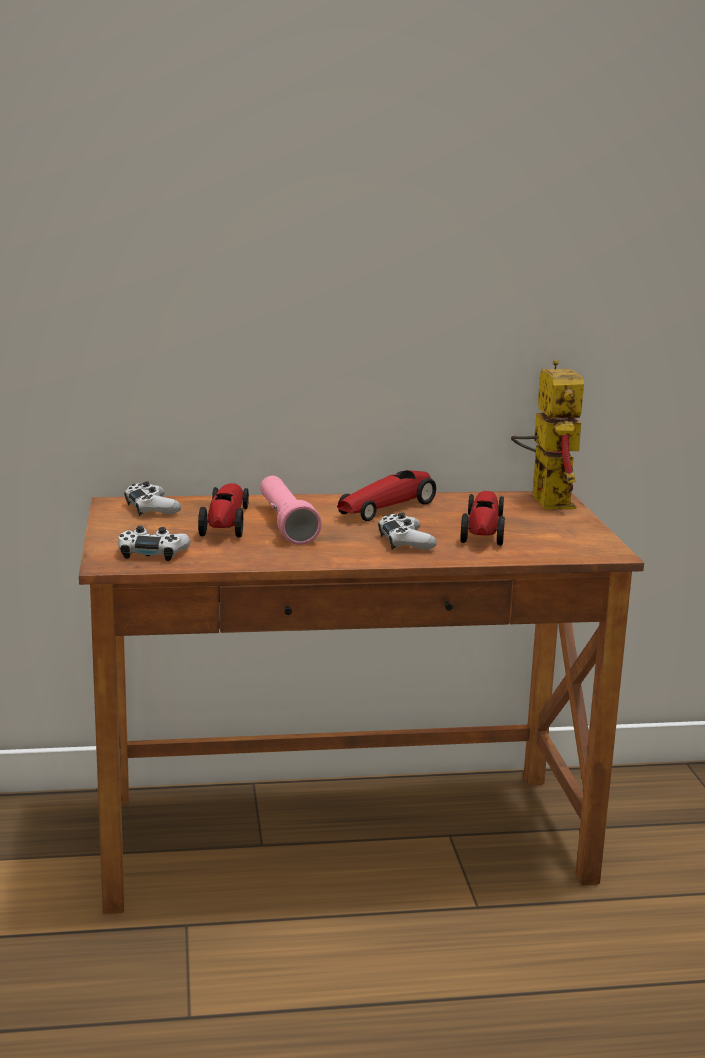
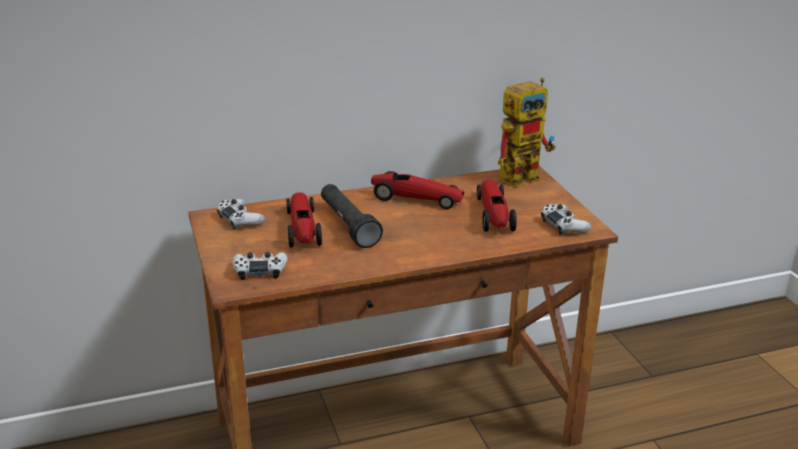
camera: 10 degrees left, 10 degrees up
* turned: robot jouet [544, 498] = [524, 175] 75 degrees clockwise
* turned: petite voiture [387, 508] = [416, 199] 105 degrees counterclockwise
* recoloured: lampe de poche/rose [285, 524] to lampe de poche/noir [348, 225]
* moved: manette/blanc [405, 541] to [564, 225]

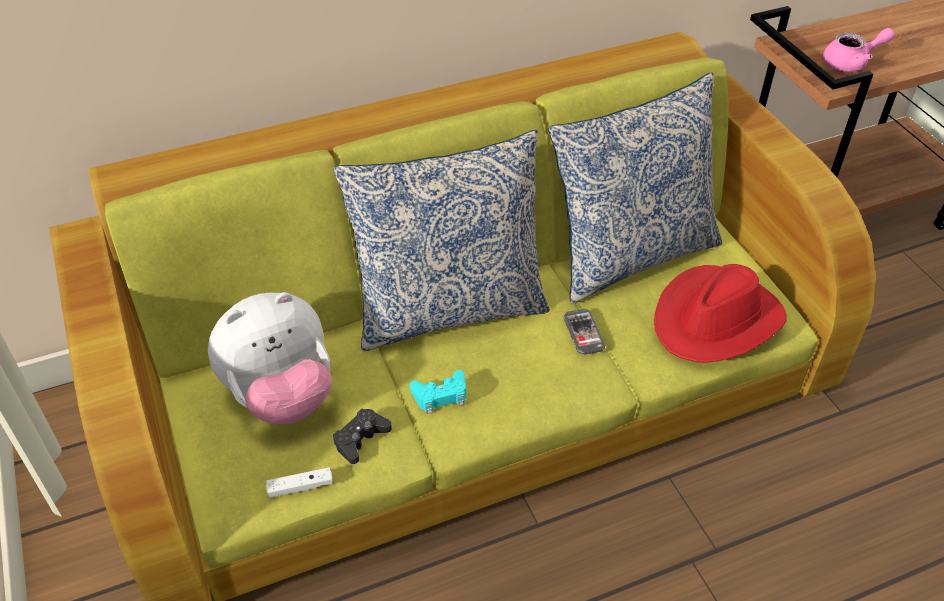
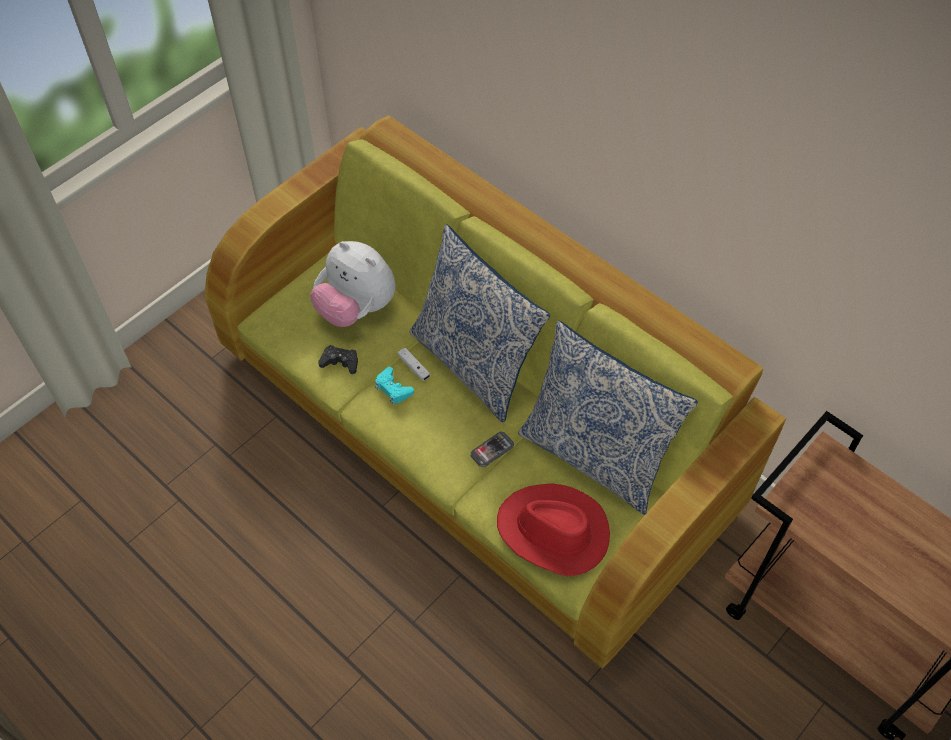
camera: 65 degrees right, 10 degrees up
* removed: théière/rose [851, 63]
* moved: manette/blanc [300, 487] to [414, 367]

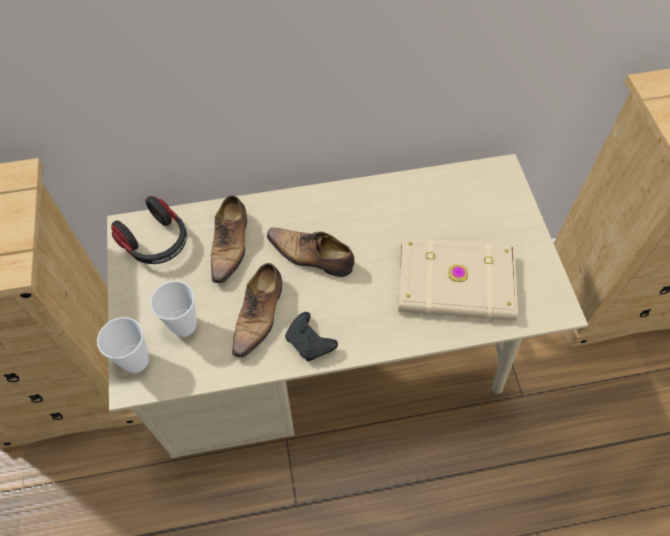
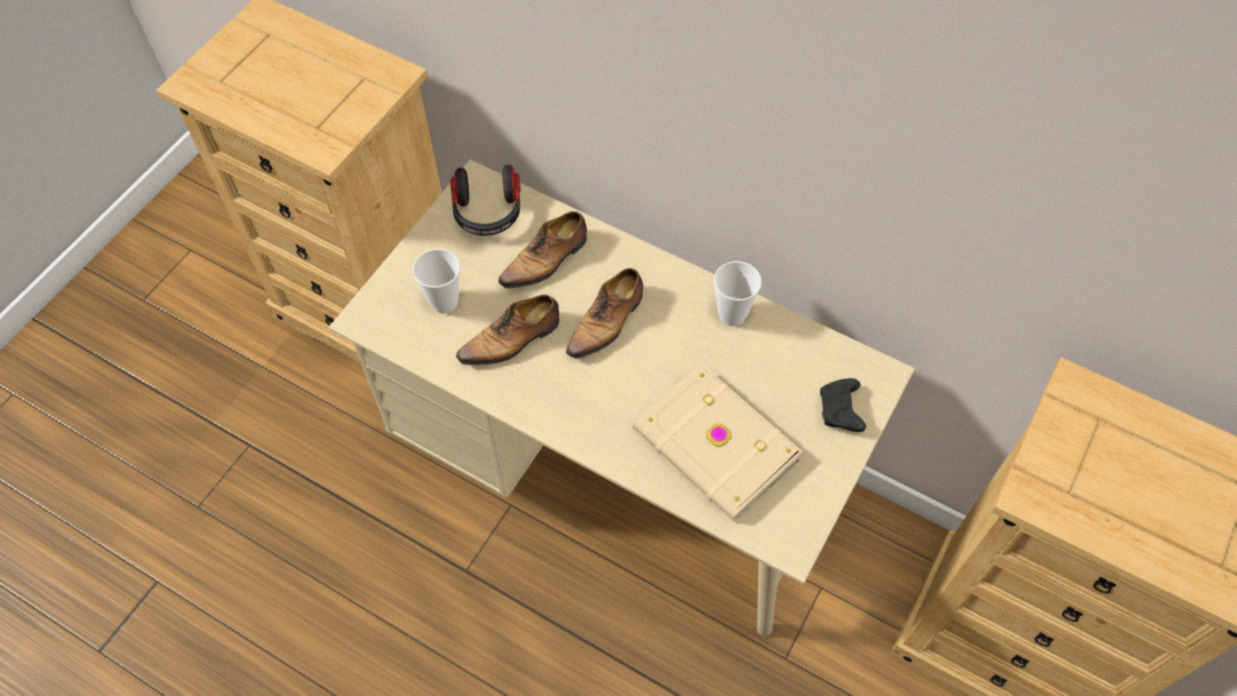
camera: 40 degrees right, 0 degrees up
* turned: chaussure [311, 256] = [607, 322] 120 degrees counterclockwise
* moved: manette/noir [310, 342] to [841, 411]
* moved: tasse [136, 361] to [732, 314]

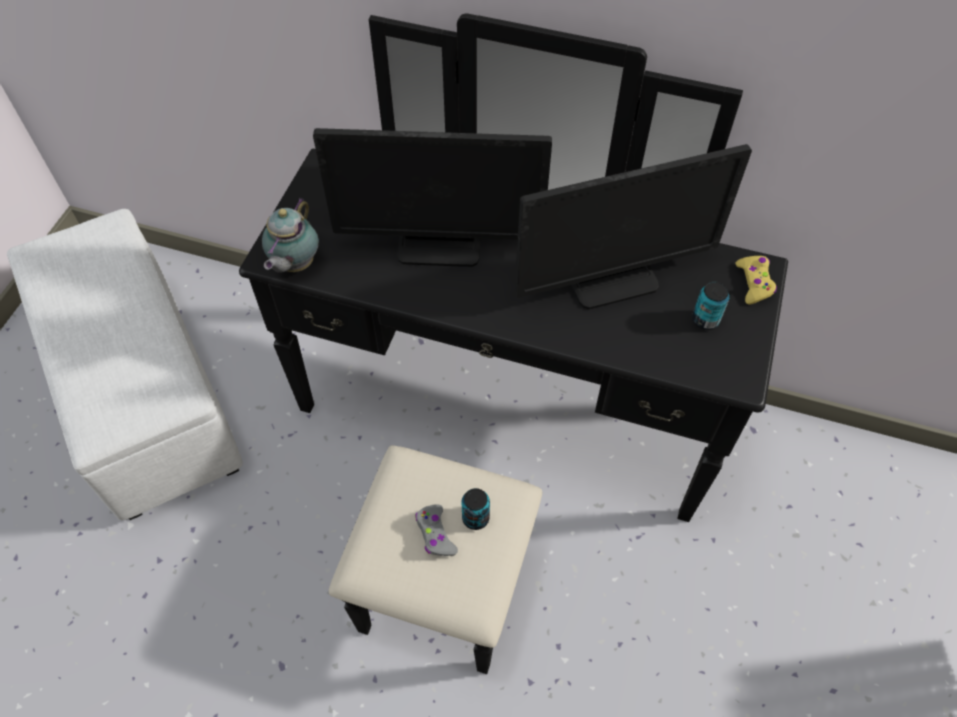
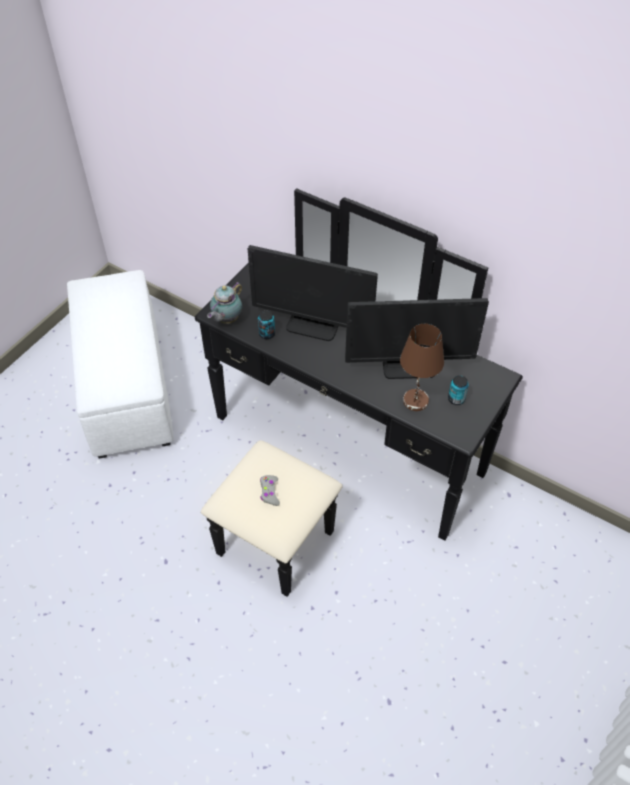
camera: 15 degrees right, 5 degrees down
* removed: manette/jaune [754, 283]
* moved: boîte métallique [475, 518] to [267, 334]
* added: lampe de table/marron [416, 401]

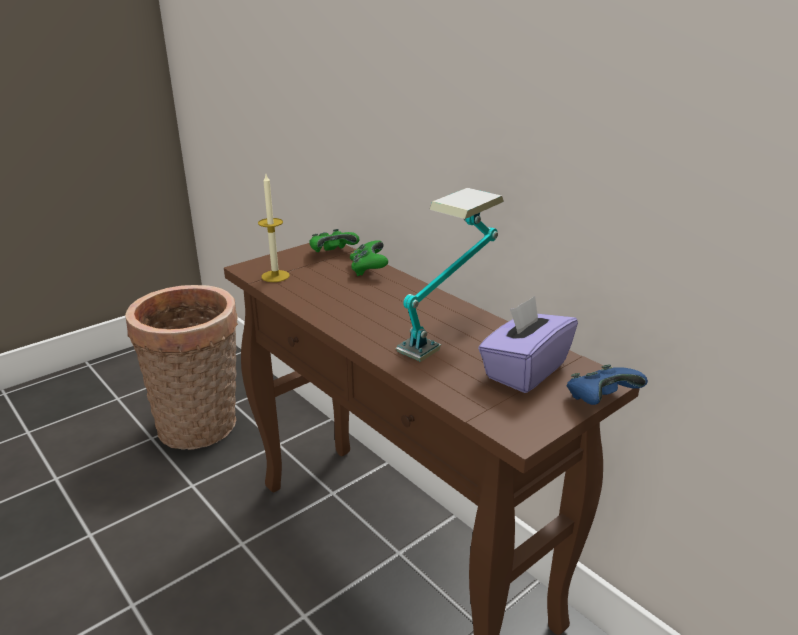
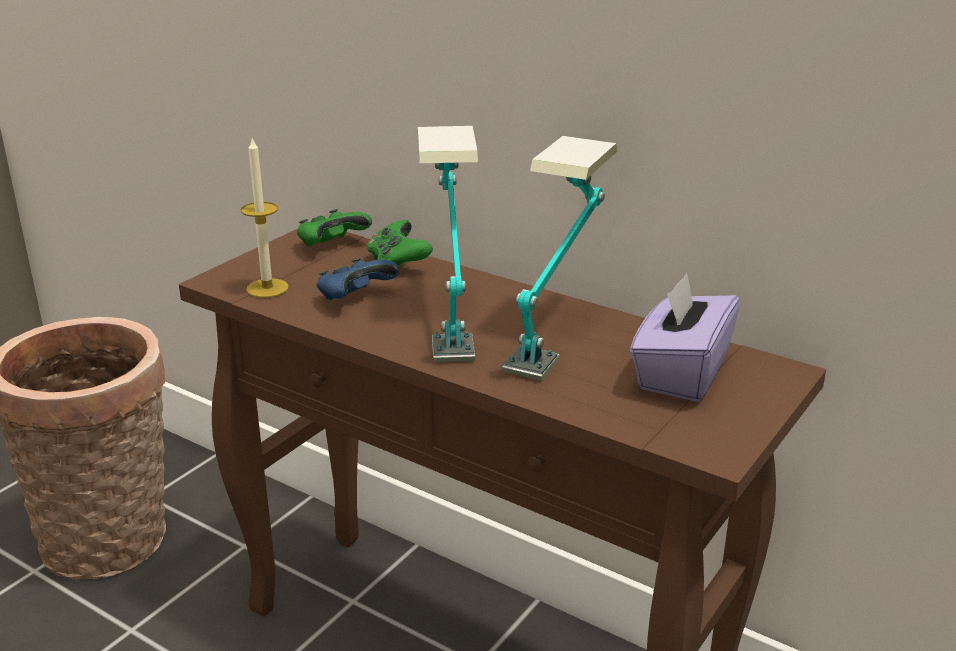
camera: 15 degrees left, 0 degrees up
* moved: manette/bleu [600, 400] to [355, 298]
* added: lampe de table [450, 319]

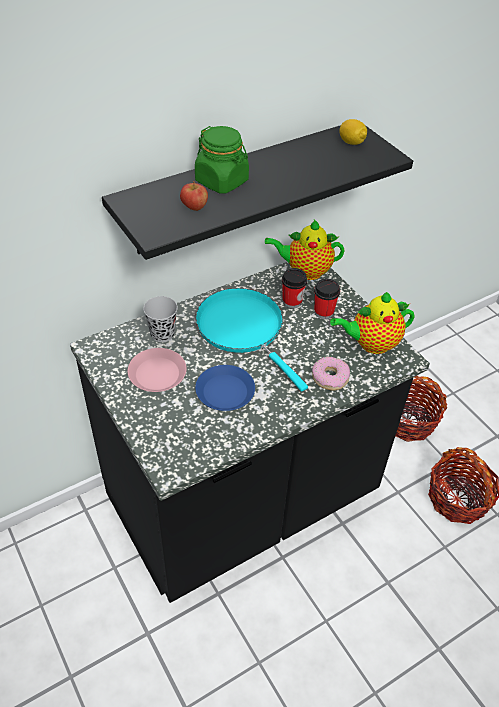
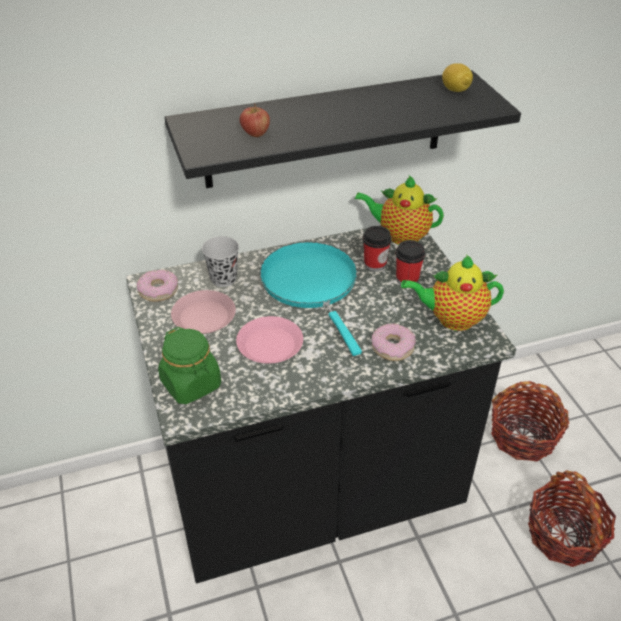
camera: 15 degrees right, 5 degrees down
* moved: bocal/vert [222, 181] to [191, 384]
* recoloured: assiette/bleu [225, 392] to assiette/rose [269, 345]
* added: beignet [158, 290]

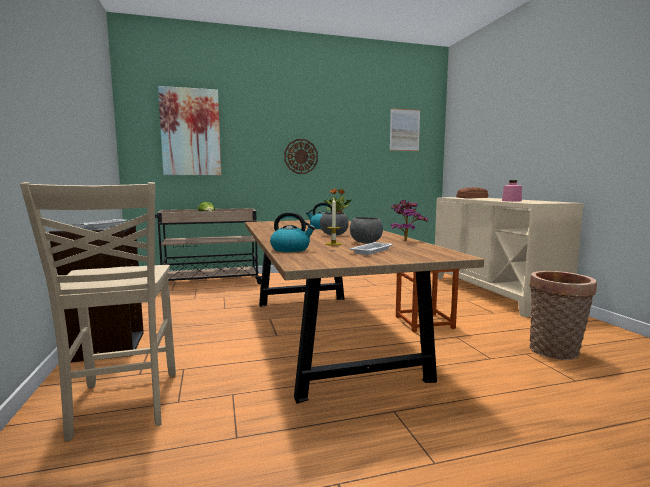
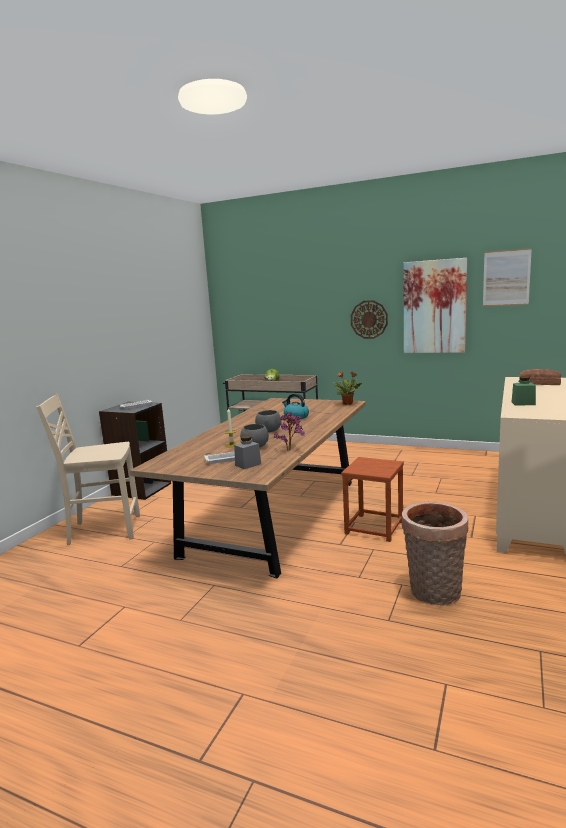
camera: 40 degrees right, 5 degrees up
* moved: tableau [190, 132] to [434, 307]
* recoloured: bocal/rose [511, 201] to bocal/vert [523, 403]
* turned: chaise/beige [123, 405] = [103, 530] 60 degrees clockwise
* removed: bouilloire [291, 249]
* added: bocal/gris [248, 464]

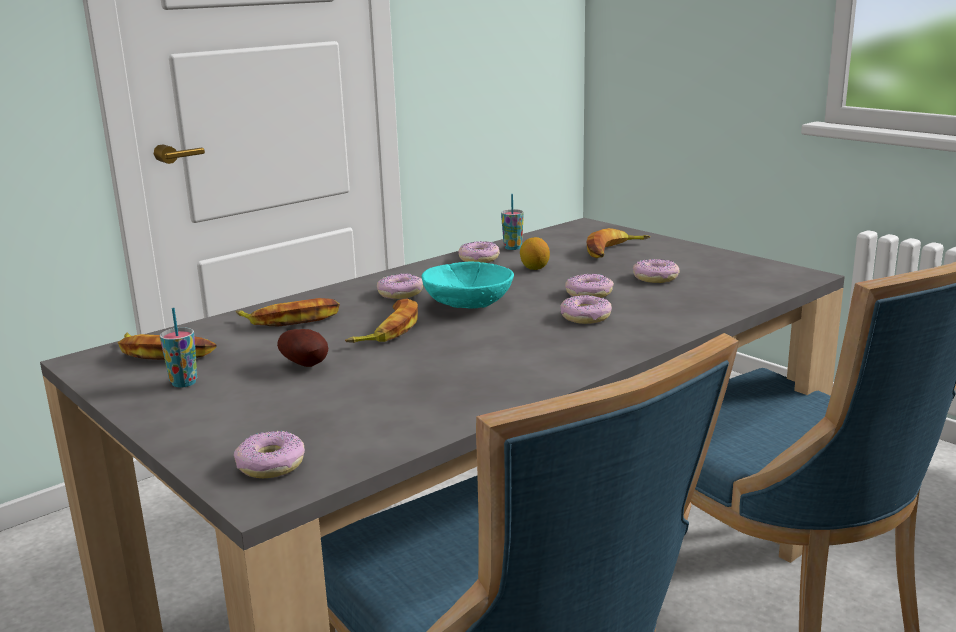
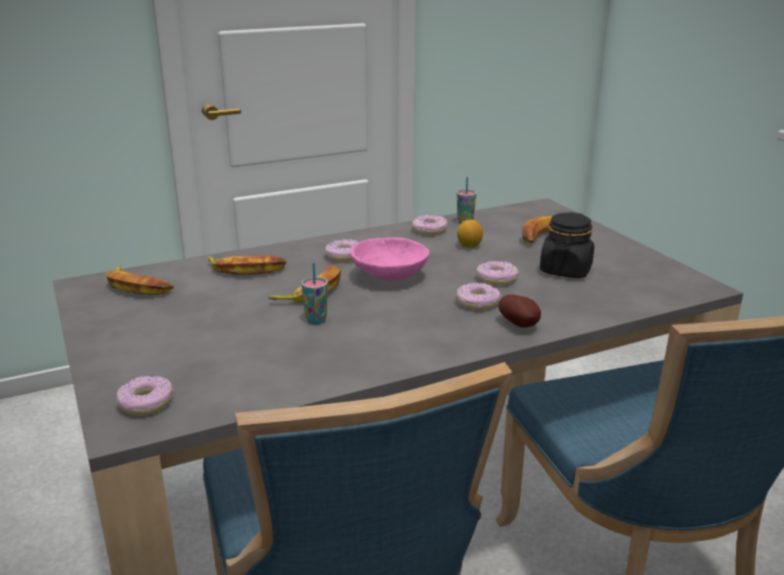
camera: 15 degrees right, 5 degrees up
* replaced: beignet [655, 278] to bocal/noir [565, 270]
* recoloured: bol/turquoise [468, 307] to bol/rose [388, 277]
* moved: tasse [184, 383] to [316, 320]
* moved: pomme de terre [307, 365] to [520, 325]

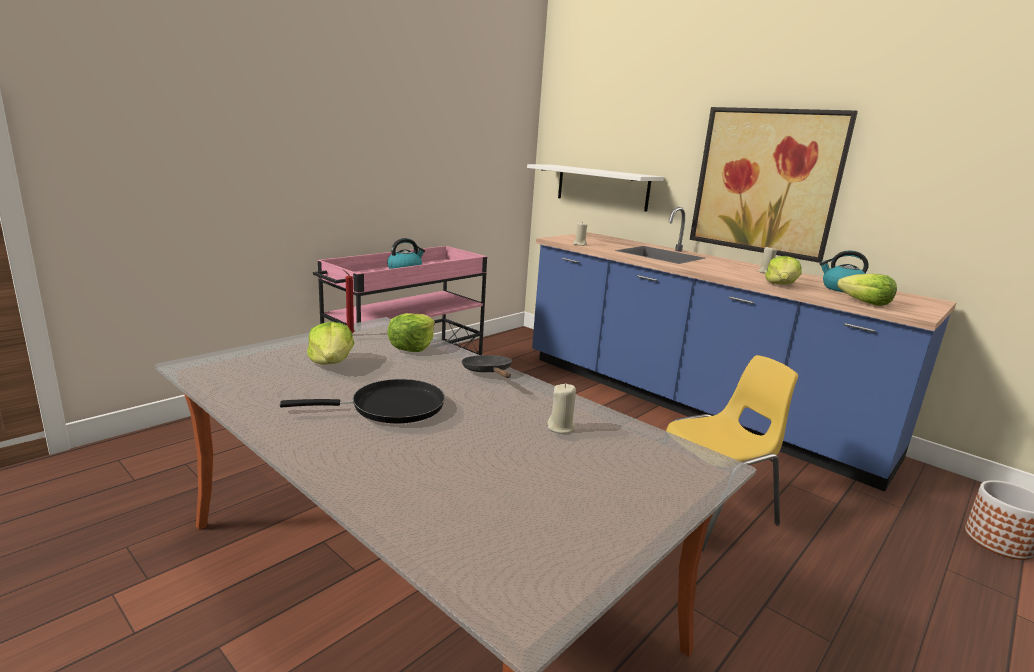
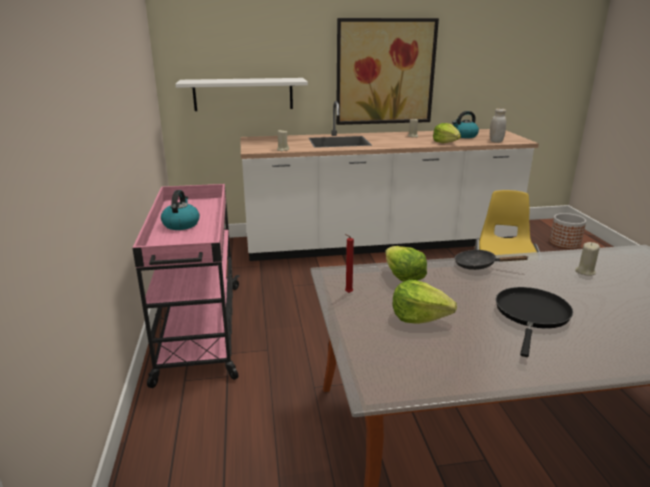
camera: 50 degrees left, 5 degrees up
* recoloured: comptoir de cuisine/bleu [691, 405] to comptoir de cuisine/blanc [380, 244]
* replaced: laitue [865, 303] to bocal/blanc [496, 141]

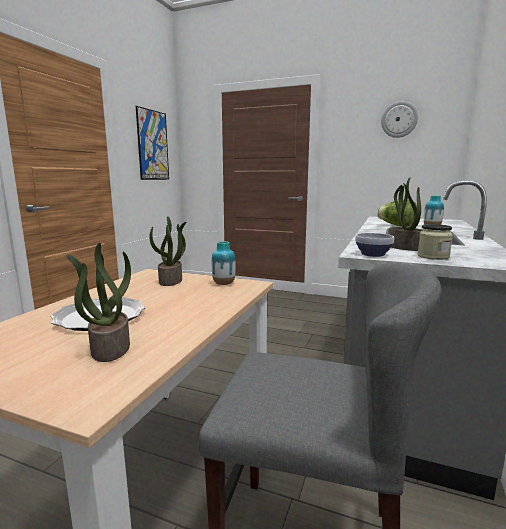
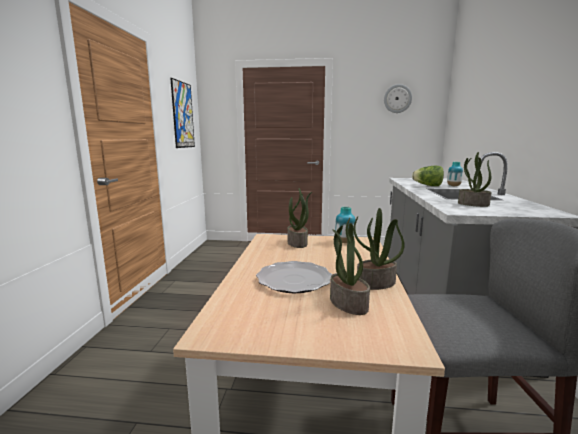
camera: 15 degrees left, 0 degrees up
* removed: bocal [433, 256]
* removed: bol [373, 254]
* added: plante en pot [376, 284]

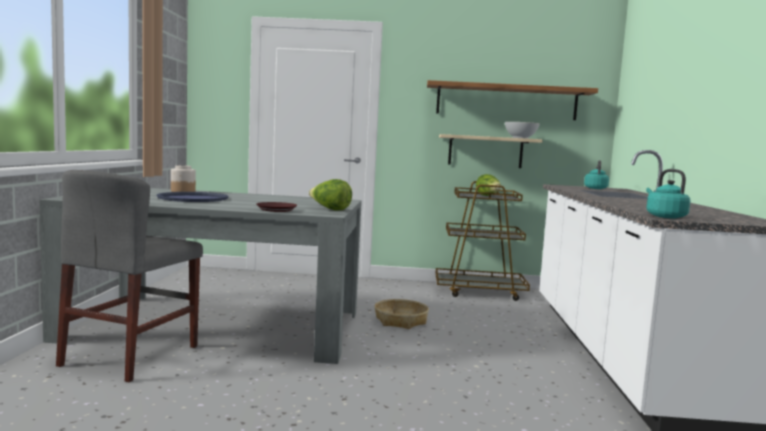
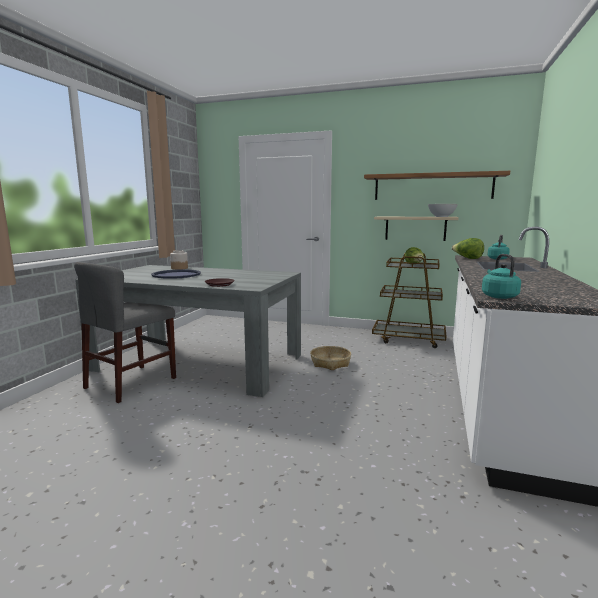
camera: 15 degrees right, 5 degrees up
* moved: laitue [330, 209] to [467, 258]

